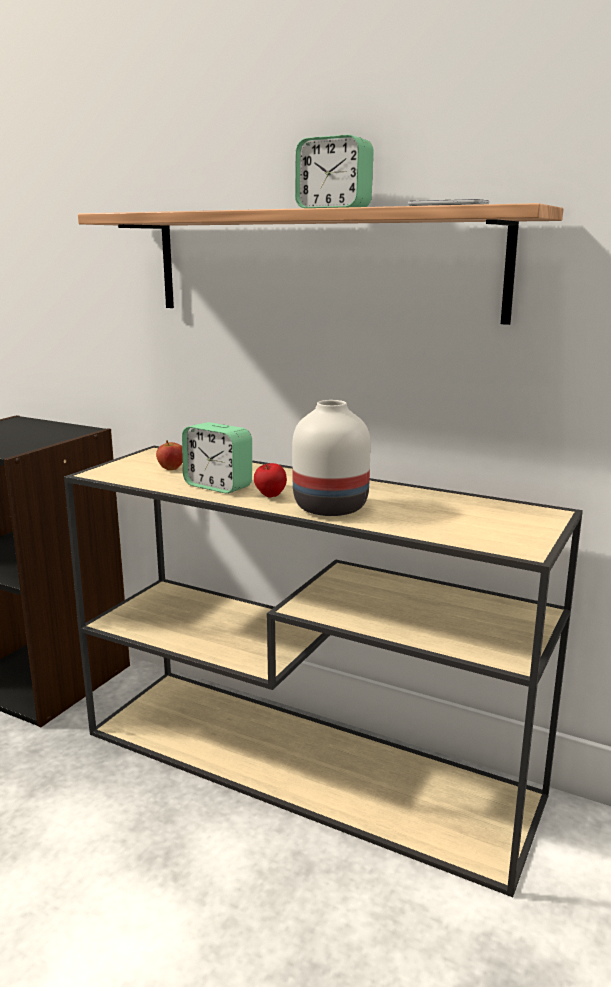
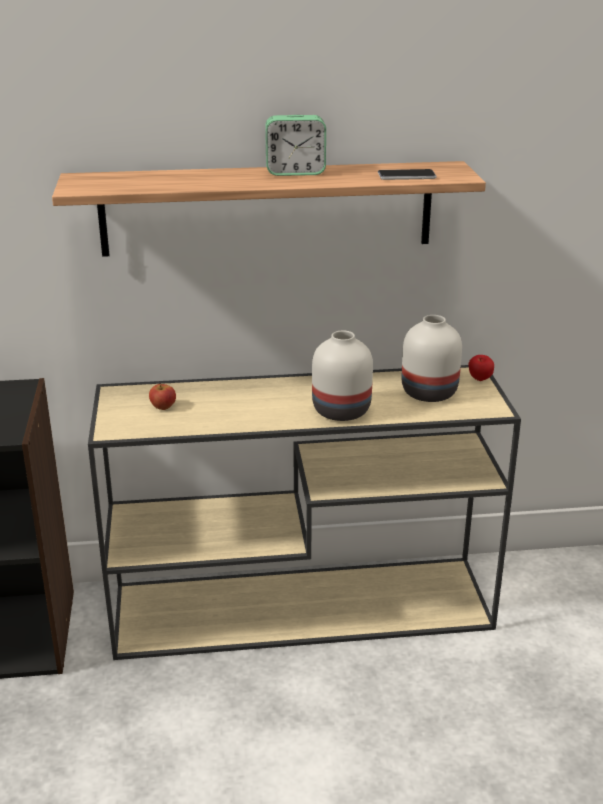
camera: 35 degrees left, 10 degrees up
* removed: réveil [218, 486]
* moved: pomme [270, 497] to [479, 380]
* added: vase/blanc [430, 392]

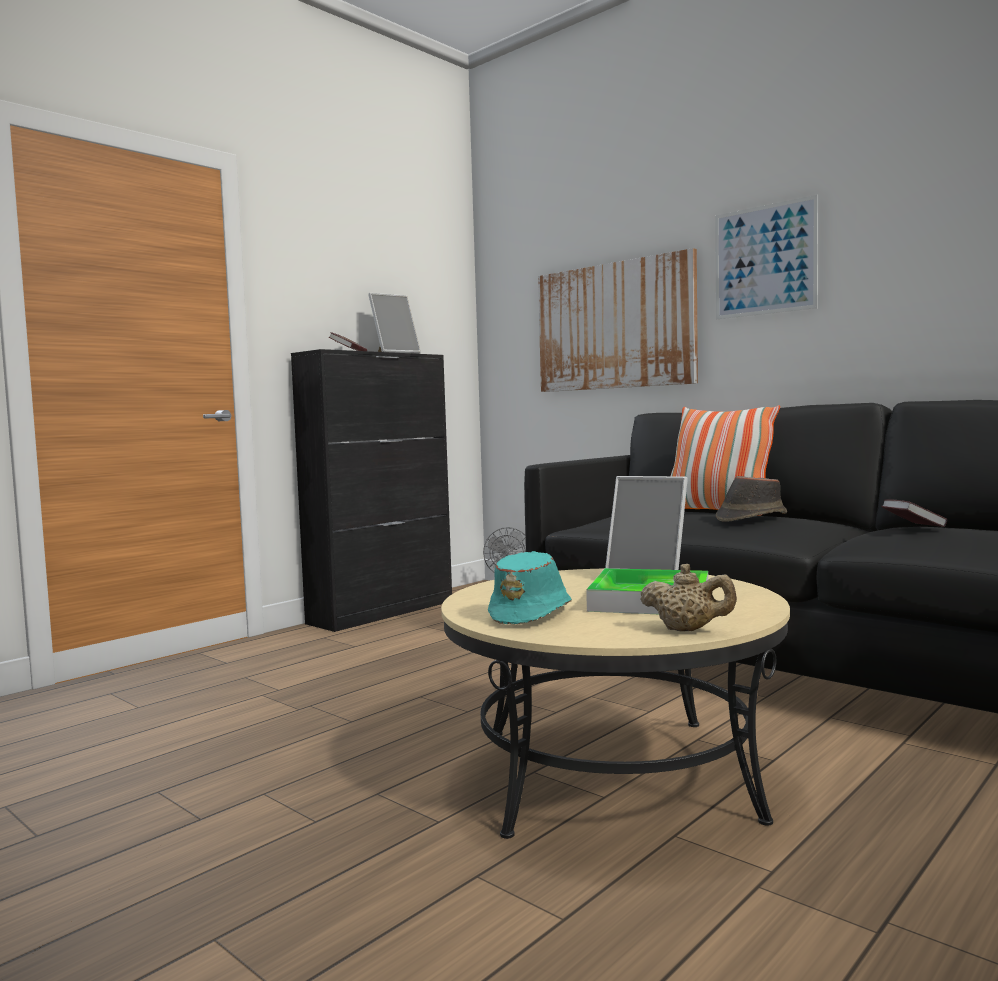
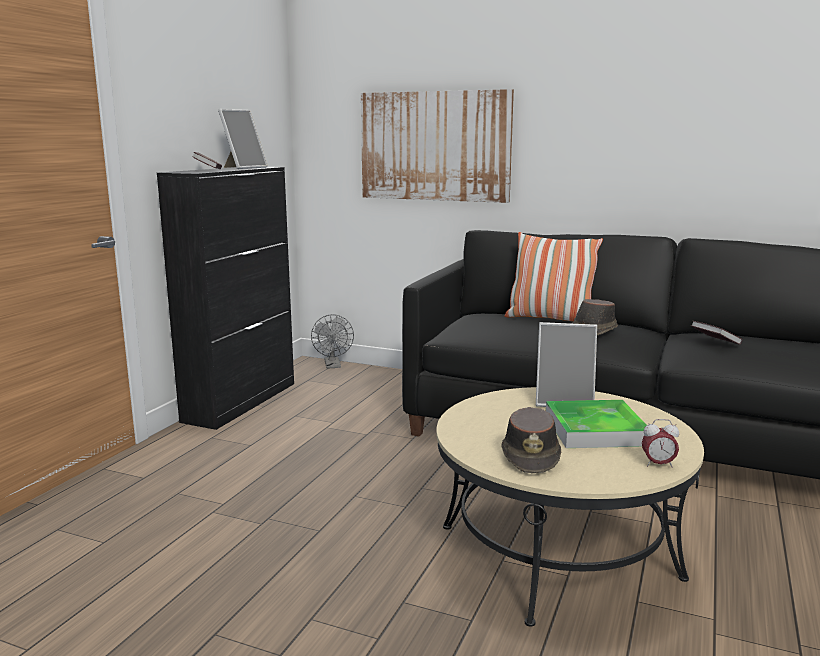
camera: 20 degrees left, 10 degrees up
* removed: tableau [764, 260]
* recoloured: chapeau/turquoise [531, 614] to chapeau/marron [531, 456]
* replaced: théière/beige [687, 630] to réveil [658, 464]

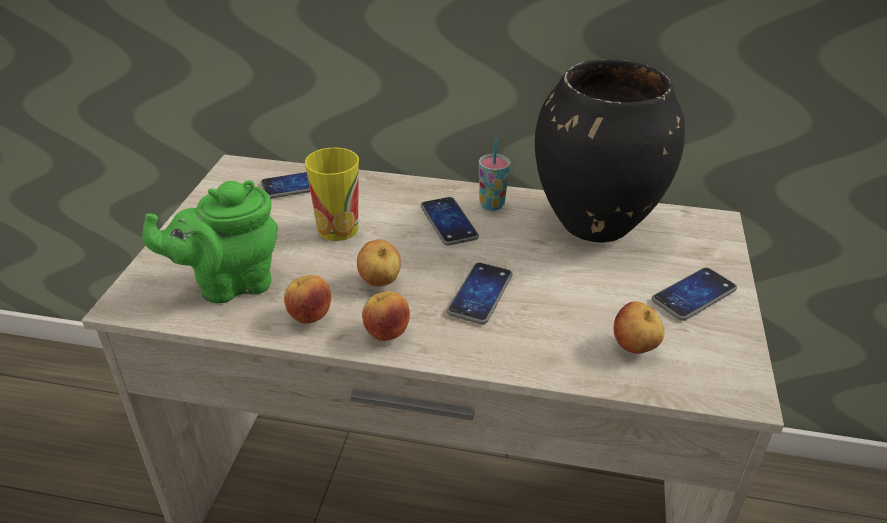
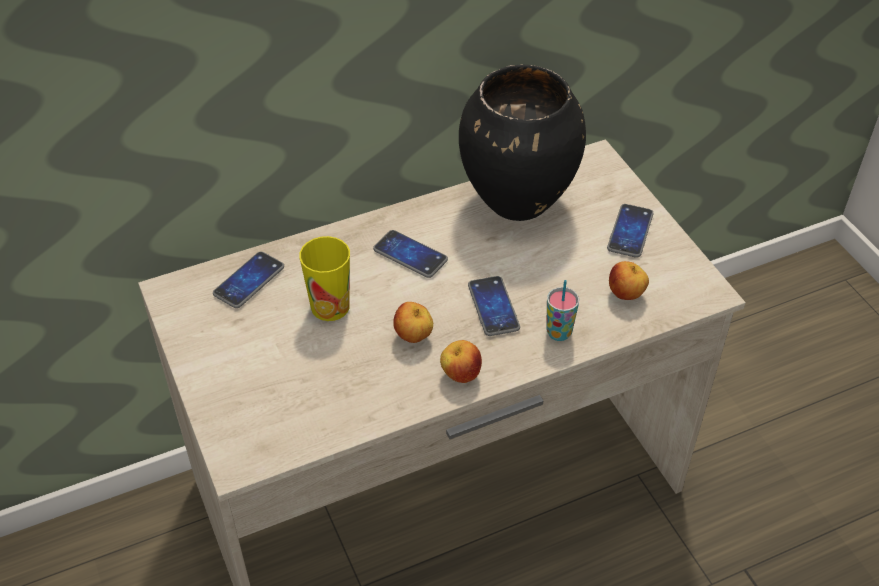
camera: 35 degrees left, 10 degrees up
* moved: tasse [492, 205] to [559, 333]
* removed: théière/vert [230, 284]
* removed: pomme [309, 317]

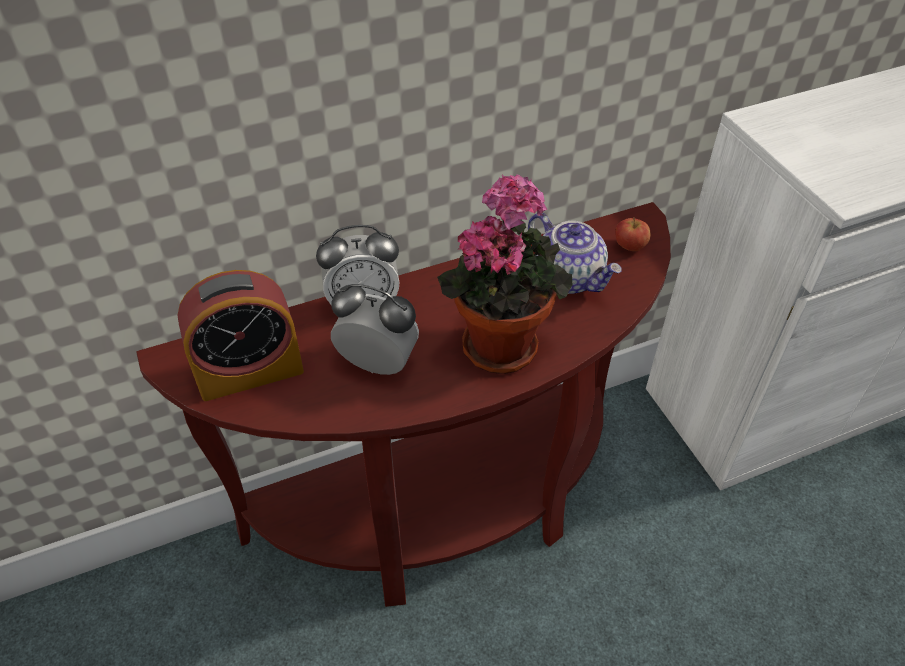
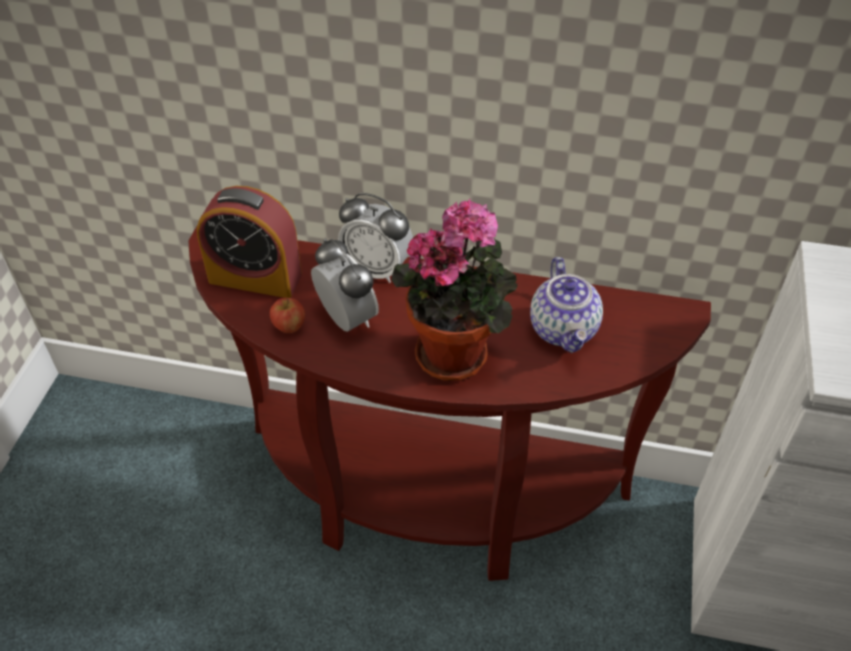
camera: 35 degrees right, 0 degrees up
* moved: pomme [630, 246] to [289, 326]

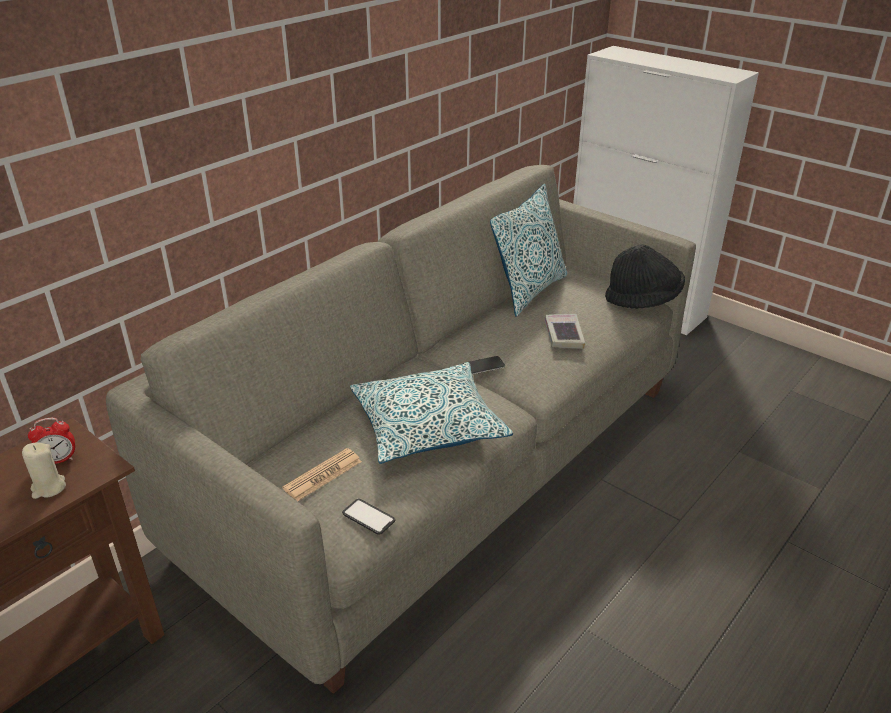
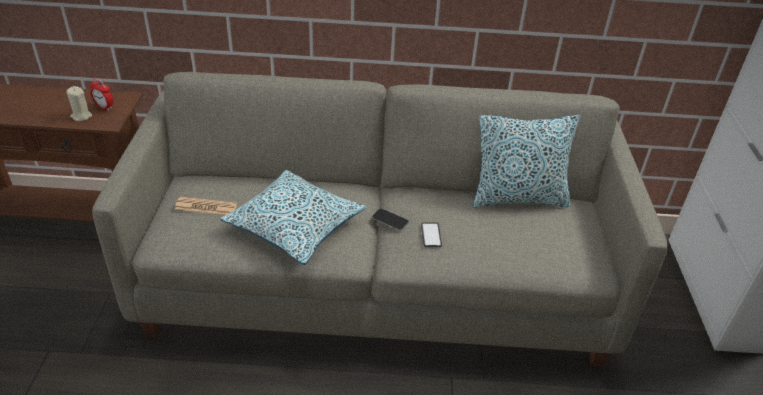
camera: 50 degrees right, 5 degrees up
* removed: chapeau/noir [643, 300]
* removed: livre [563, 335]
* moved: téléphone [368, 517] to [431, 235]

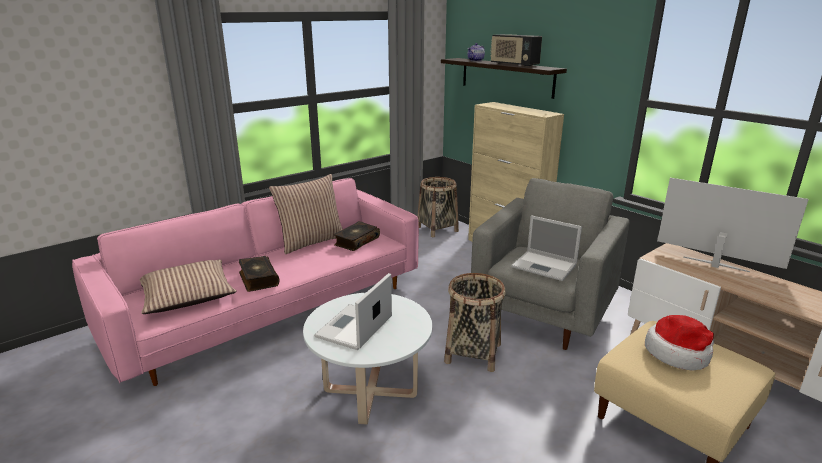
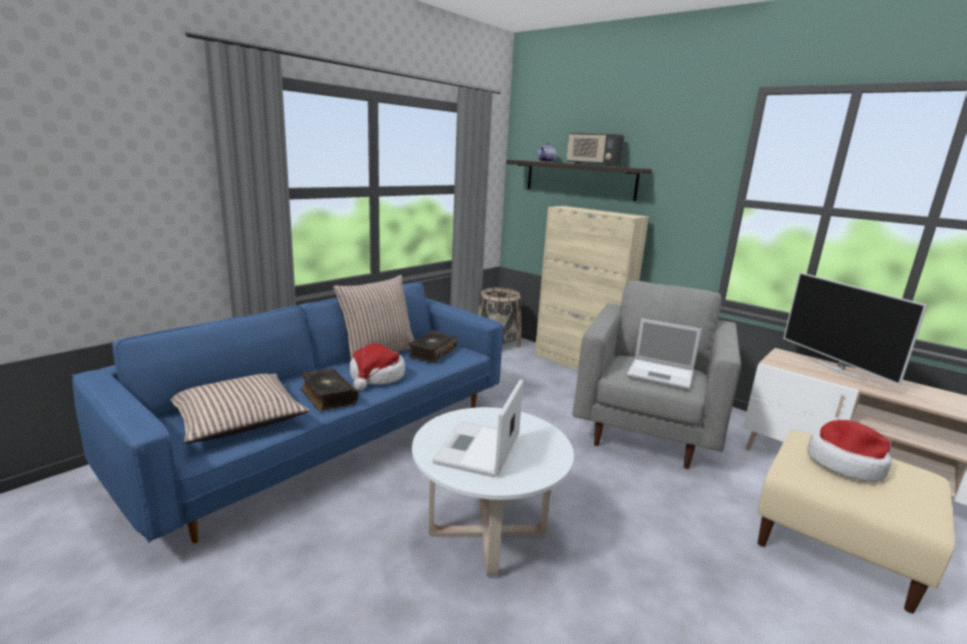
camera: 10 degrees left, 5 degrees down
* recoloured: canapé/rose [270, 309] to canapé/bleu [330, 436]
* turned: téléviseur [715, 265] = [836, 369] 135 degrees counterclockwise
* removed: panier [473, 353]
* added: chapeau [376, 377]

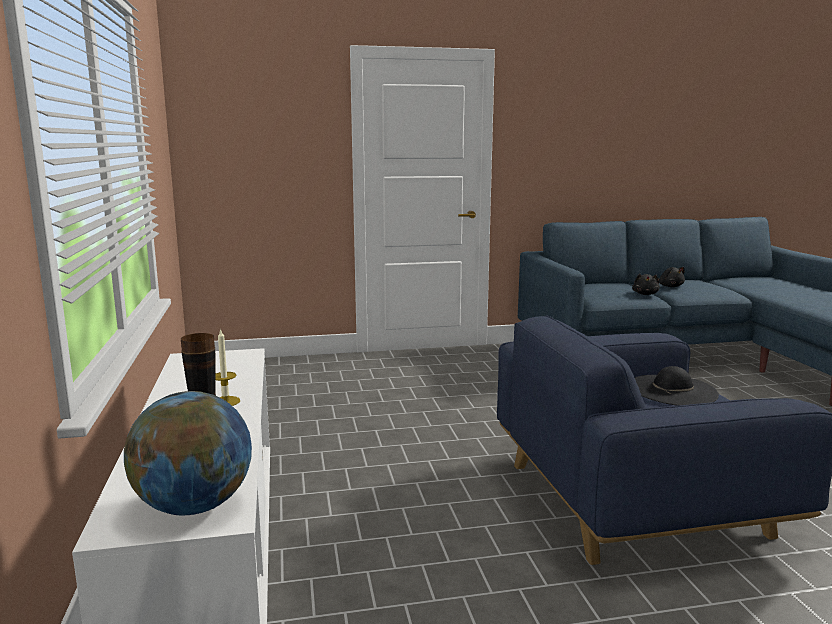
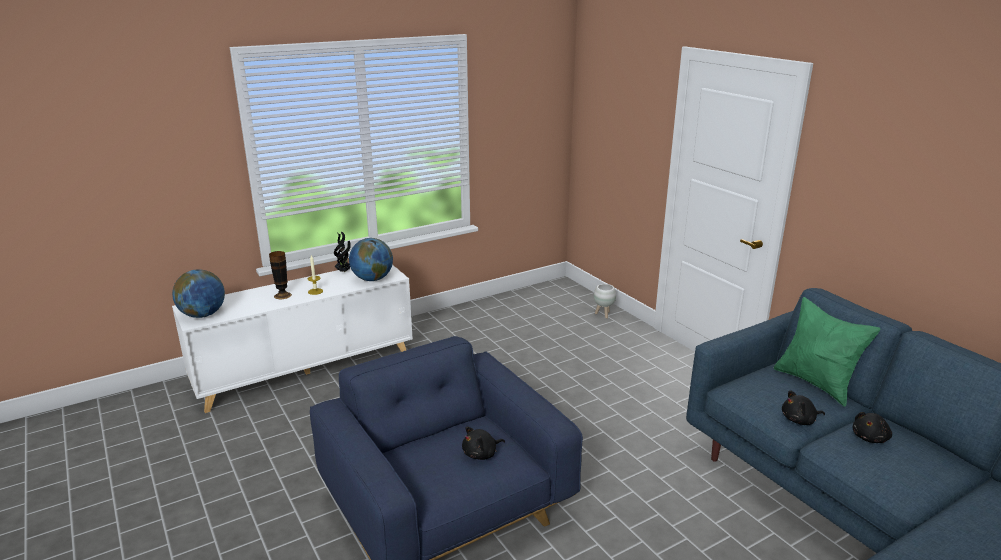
camera: 70 degrees right, 10 degrees up
* replaced: chapeau/noir [672, 390] to peluche/noir [481, 454]
* added: plante en pot [344, 271]
* added: globe [372, 279]
* added: cache-pot/blanc [603, 314]
* added: coussin/vert [816, 383]

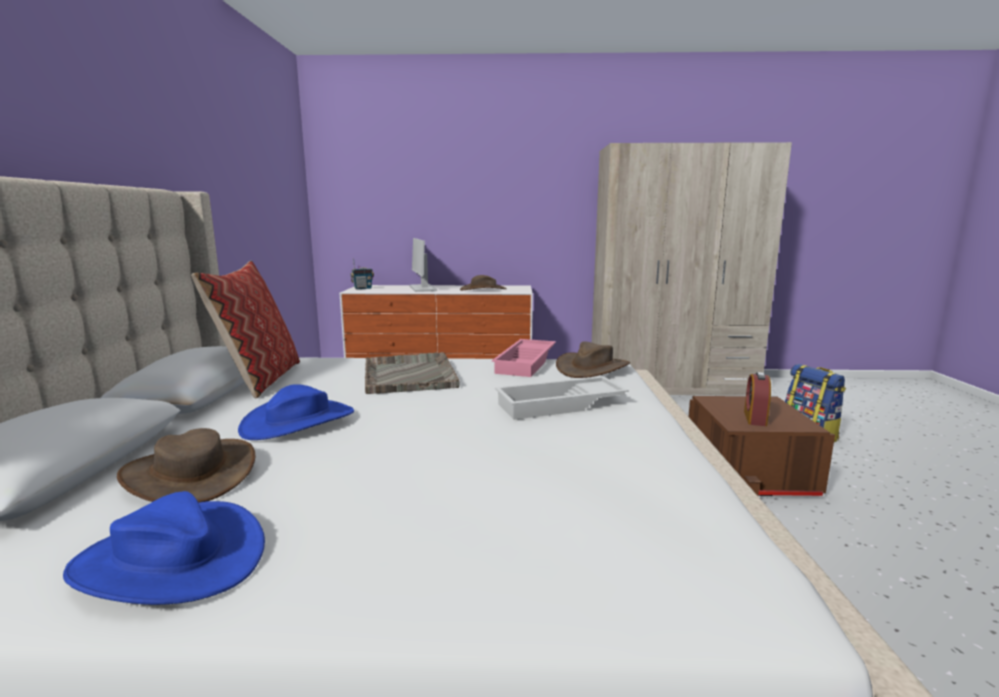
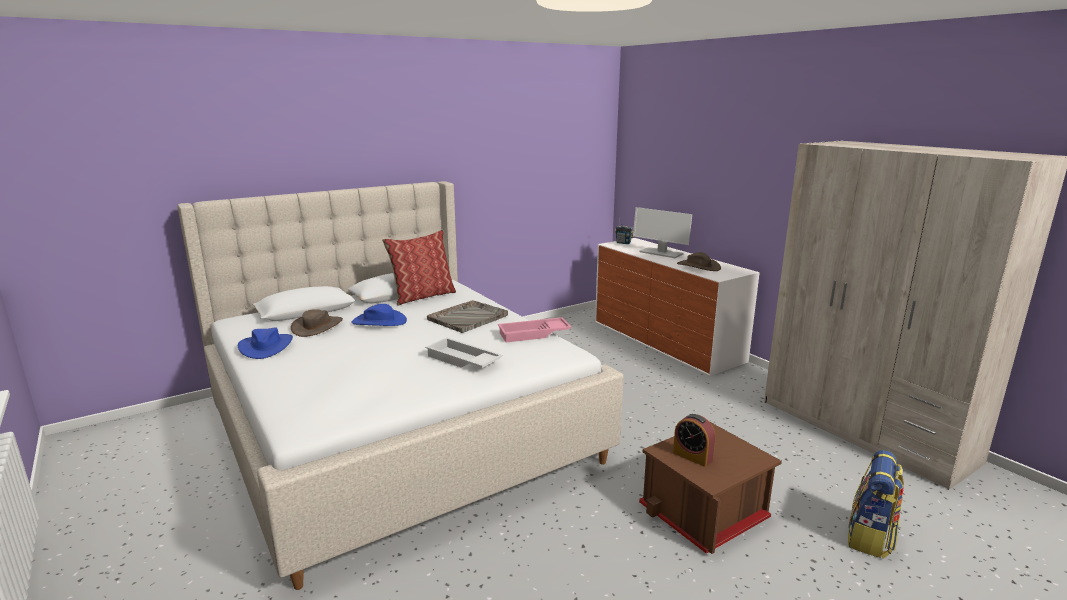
camera: 55 degrees right, 5 degrees up
* turned: écran d'ordinateur [422, 288] = [660, 253] 90 degrees counterclockwise
* removed: chapeau/marron [592, 368]
* turned: réveil [755, 418] = [692, 456] 120 degrees counterclockwise

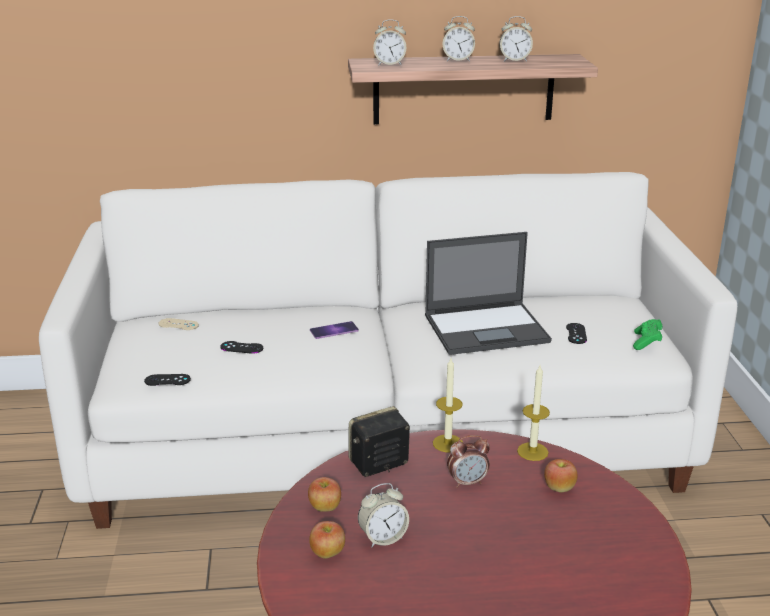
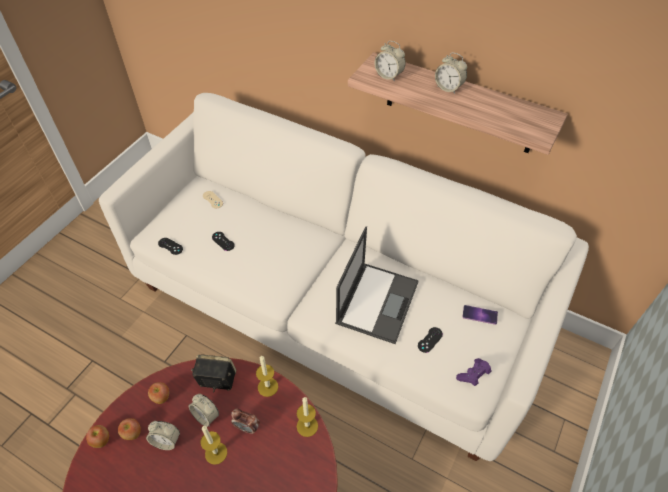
camera: 35 degrees right, 25 degrees up
* moved: réveil [514, 60] to [206, 416]
* turned: ordinateur portable [487, 328] = [377, 301] 90 degrees counterclockwise
* recoloured: manette/vert [646, 342] to manette/violet [473, 375]
* moved: téléphone [334, 330] to [480, 315]
* moved: pomme [559, 488] to [101, 440]
* added: bougie [216, 453]

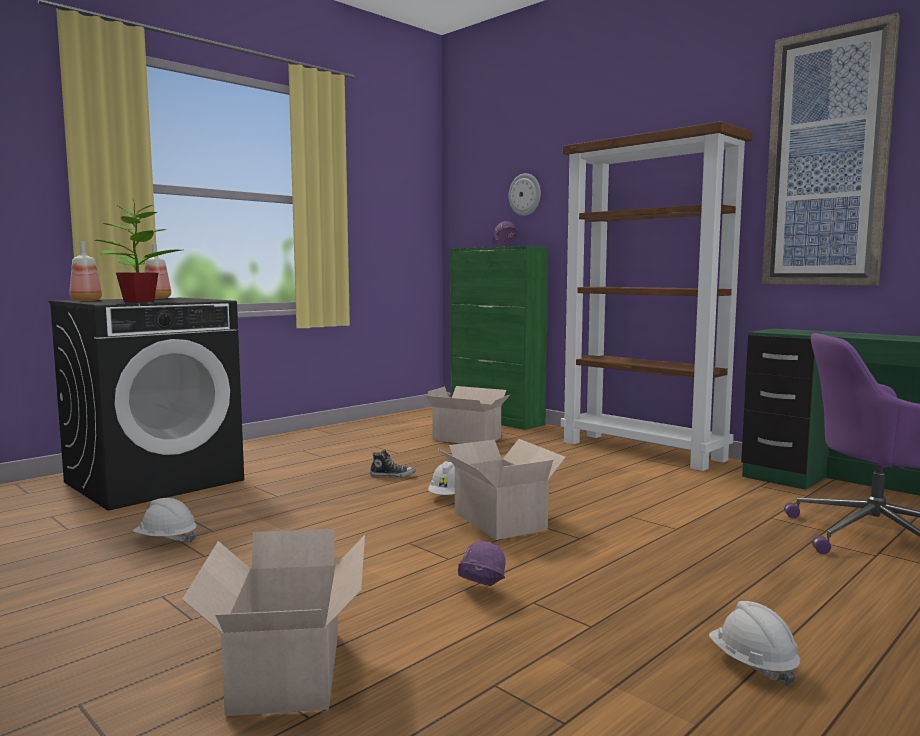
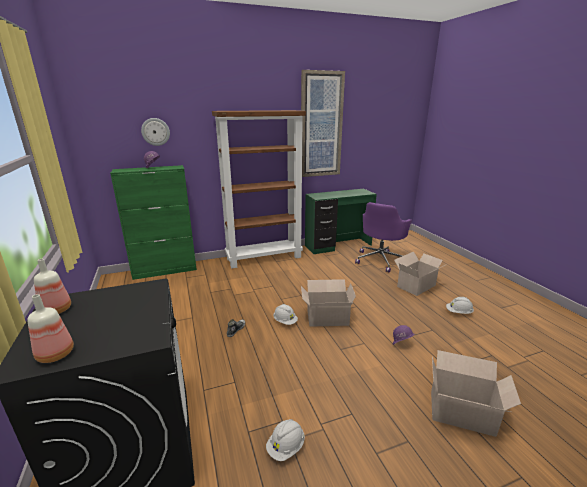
camera: 65 degrees left, 15 degrees up
* removed: plante en pot [138, 301]
* moved: carton [468, 439] to [417, 286]

